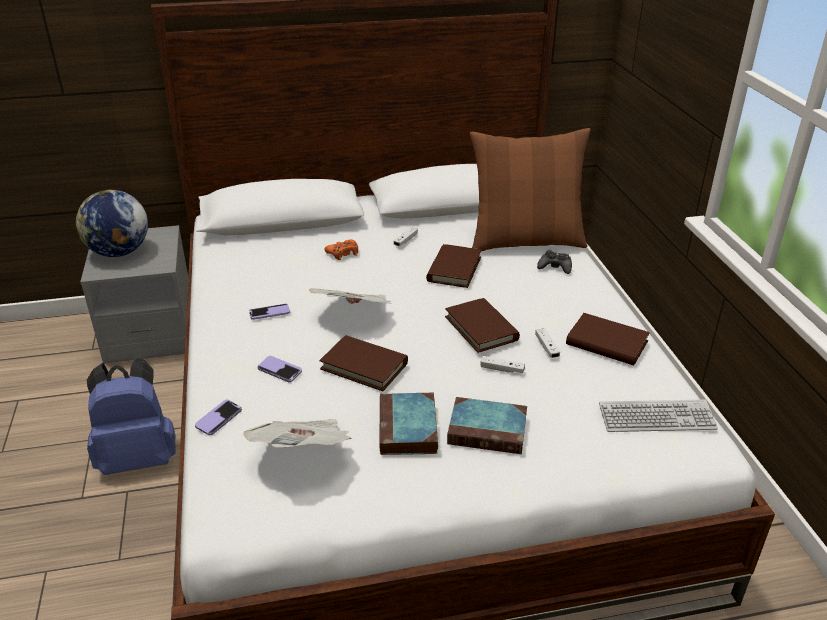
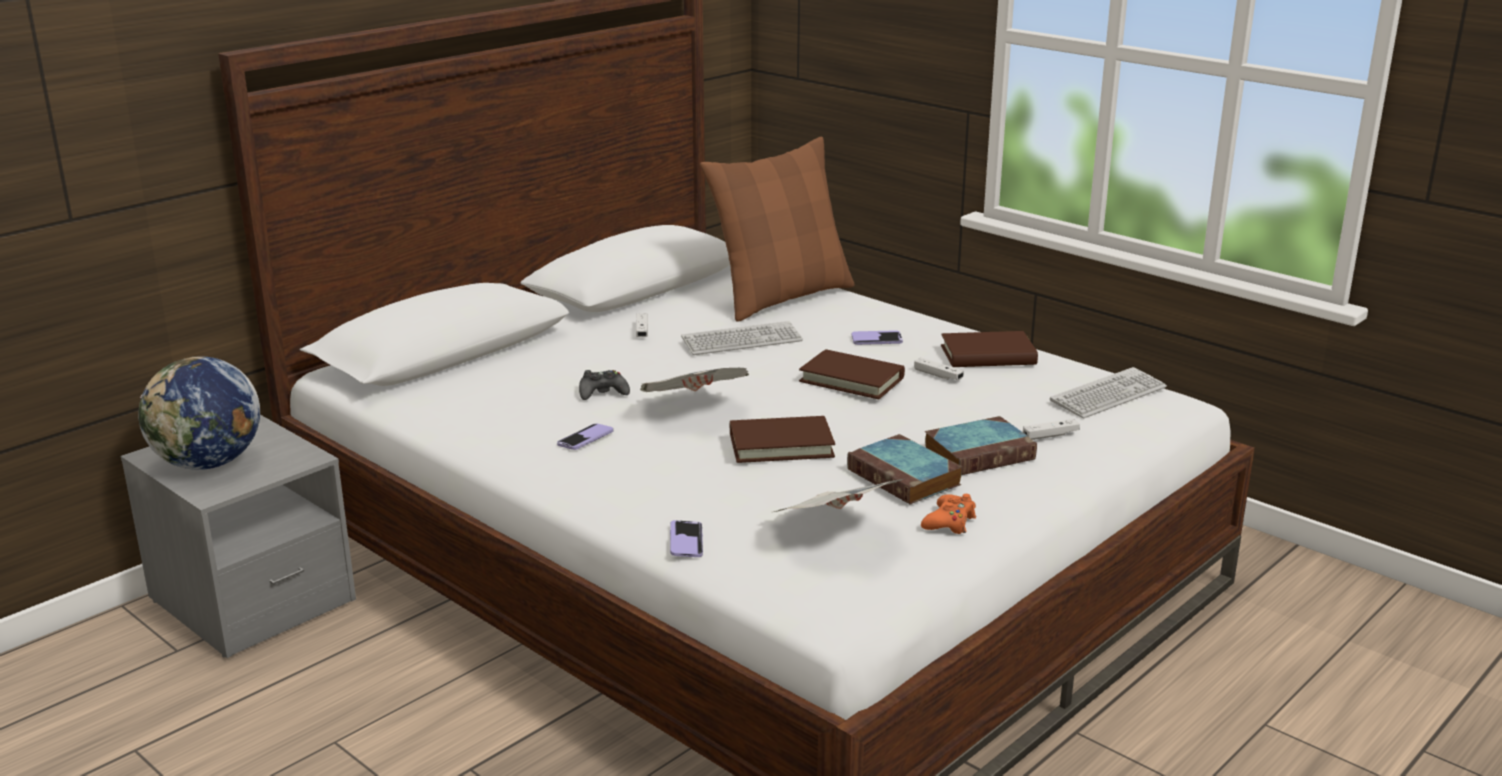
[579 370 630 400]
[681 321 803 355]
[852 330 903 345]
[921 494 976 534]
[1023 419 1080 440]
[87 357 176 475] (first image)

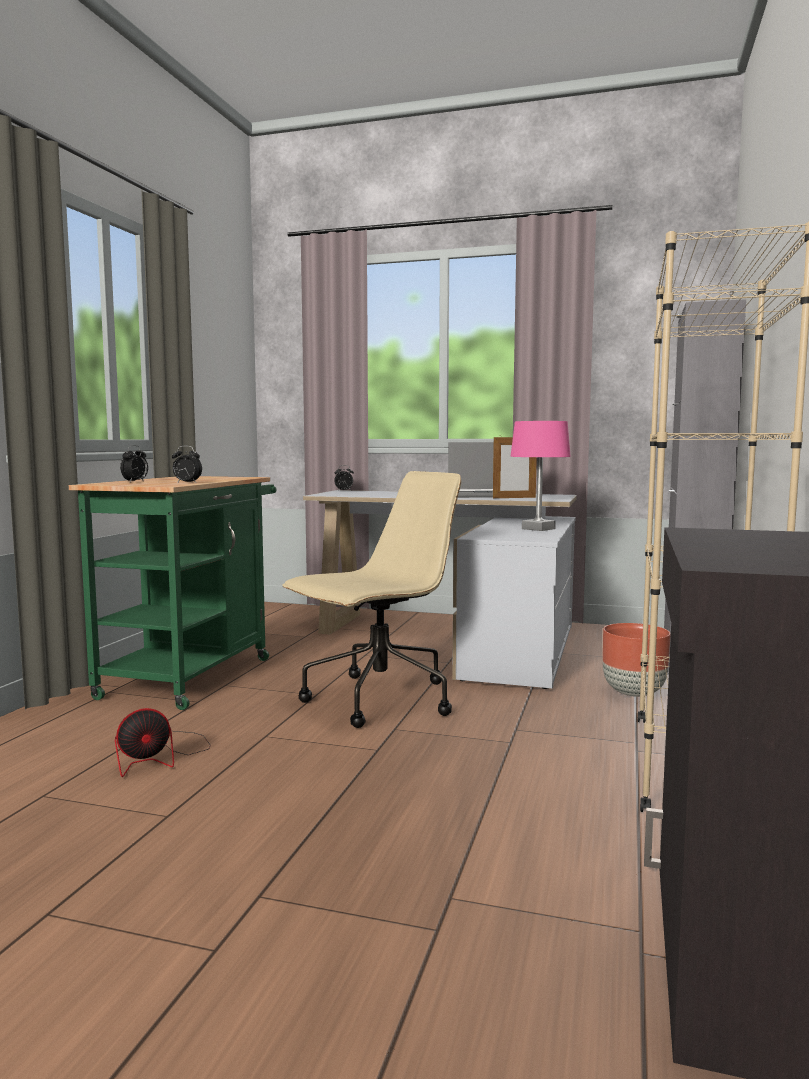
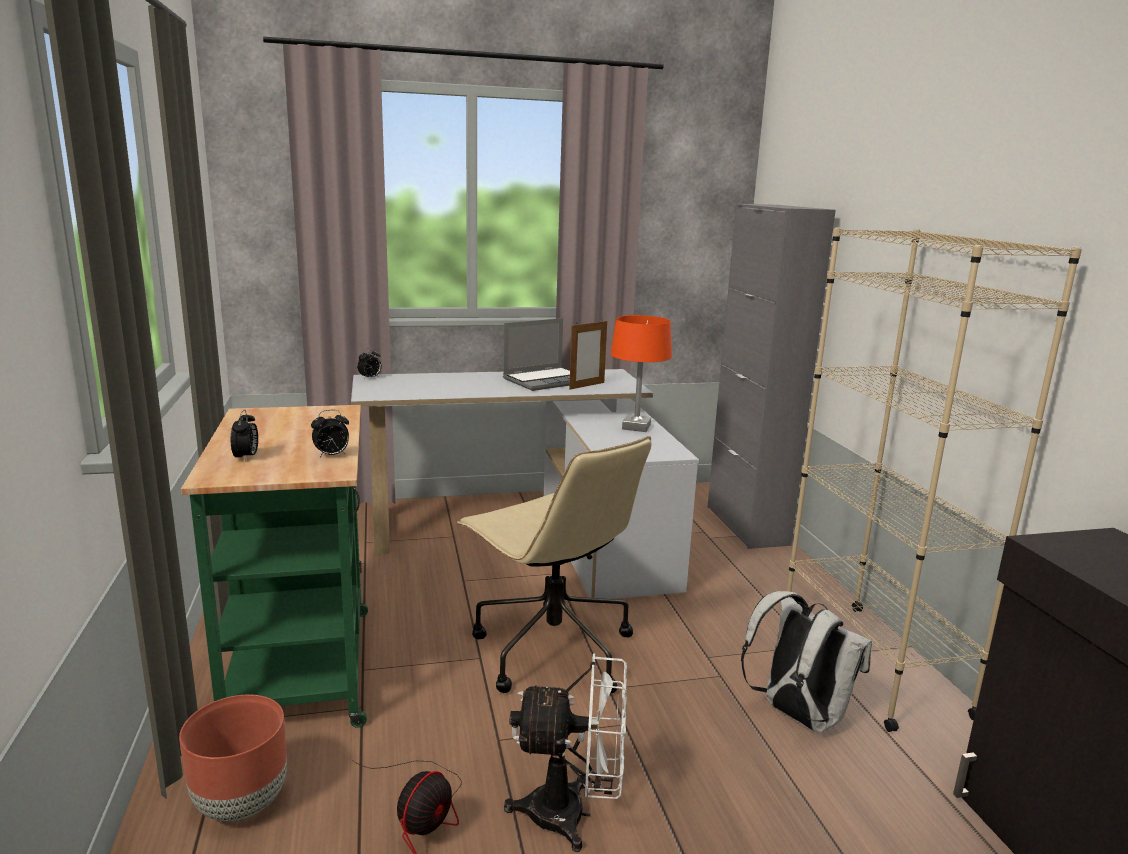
[179 694 287 822]
[457 436 652 693]
[504 653 627 852]
[610 315 672 432]
[741 591 872 733]

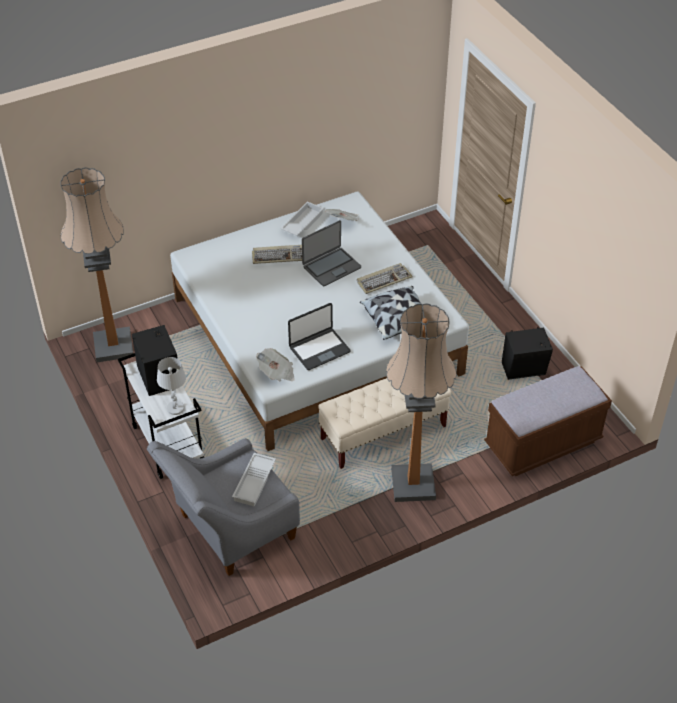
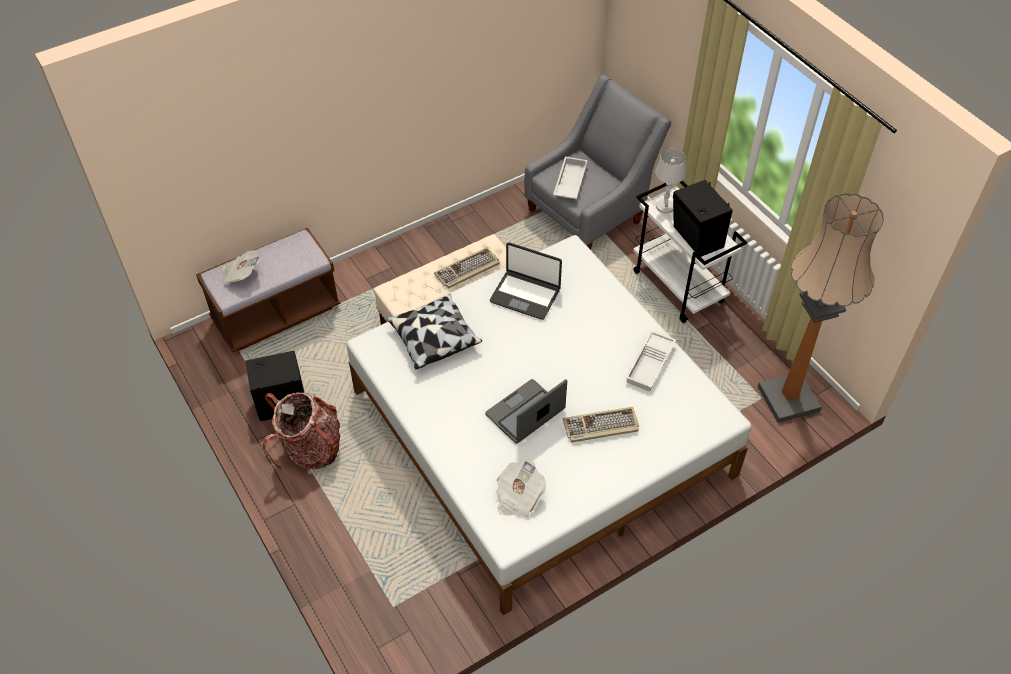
[222 250 260 284]
[263 392 340 470]
[434 247 500 289]
[490 242 562 320]
[625 330 676 392]
[386 303 456 502] (first image)

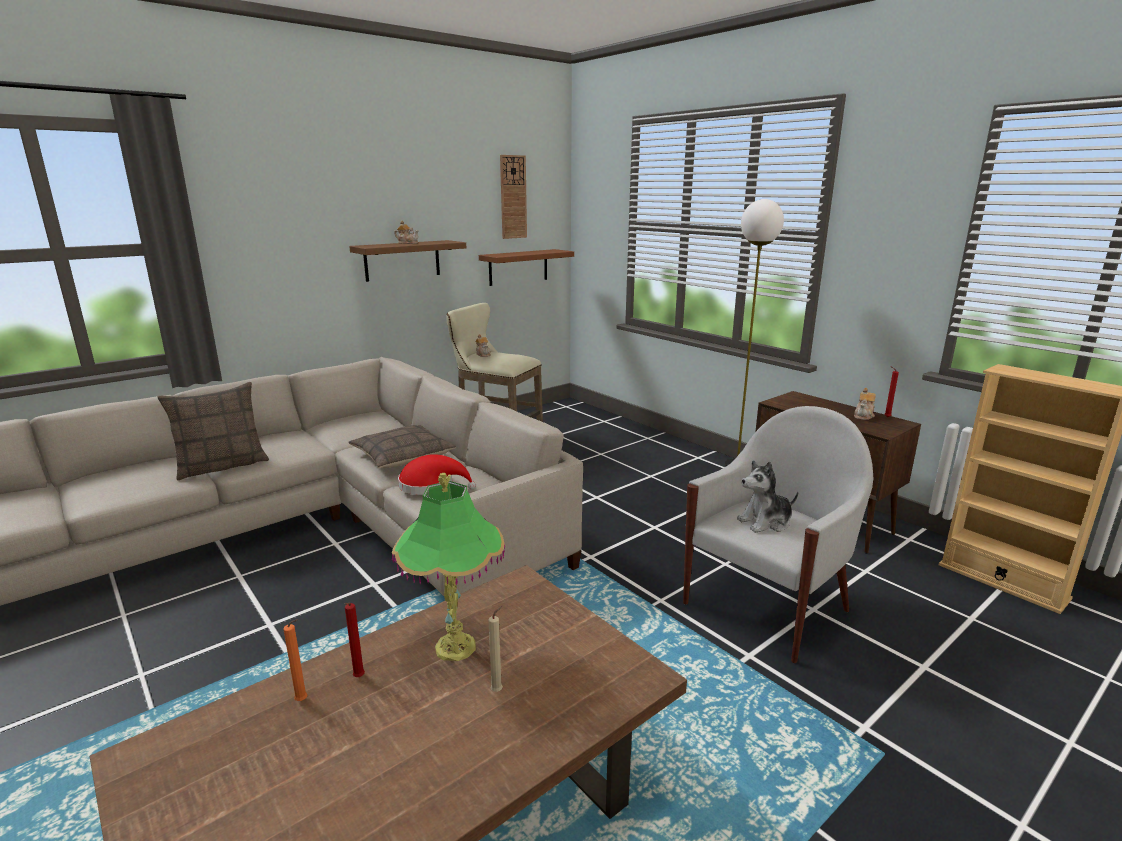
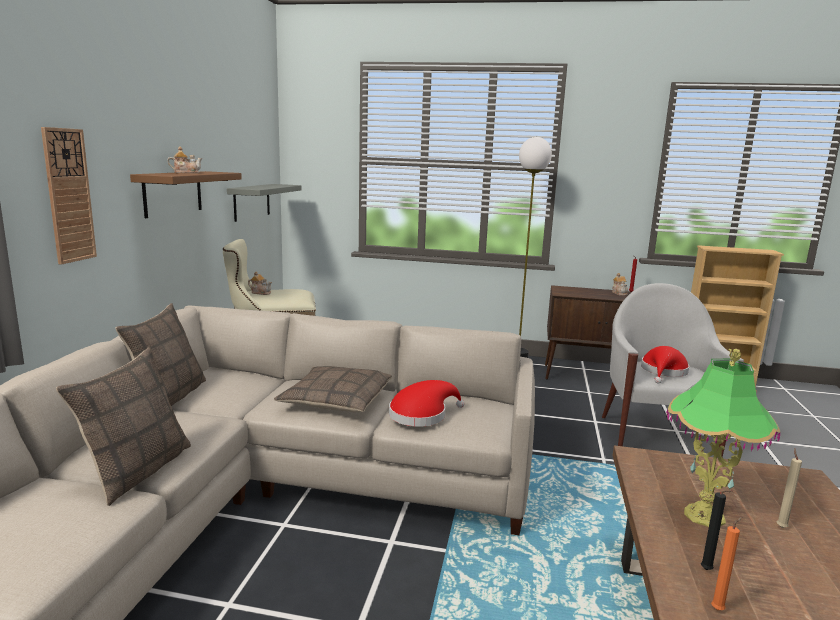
[41 127 97 265]
[115 303 206 406]
[227 184 302 222]
[641 346 689 384]
[701 490 733 570]

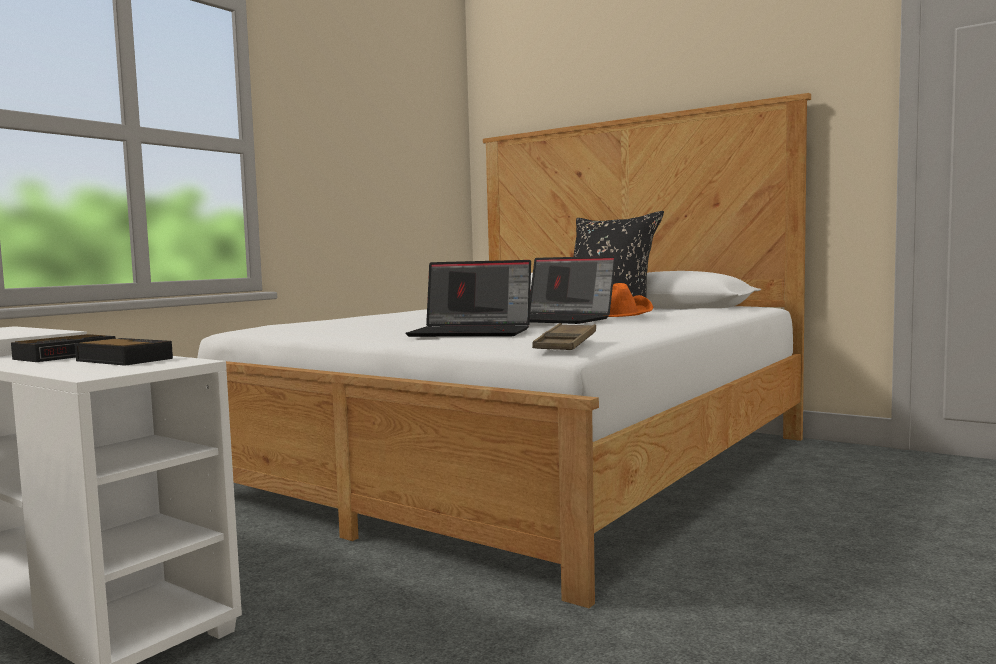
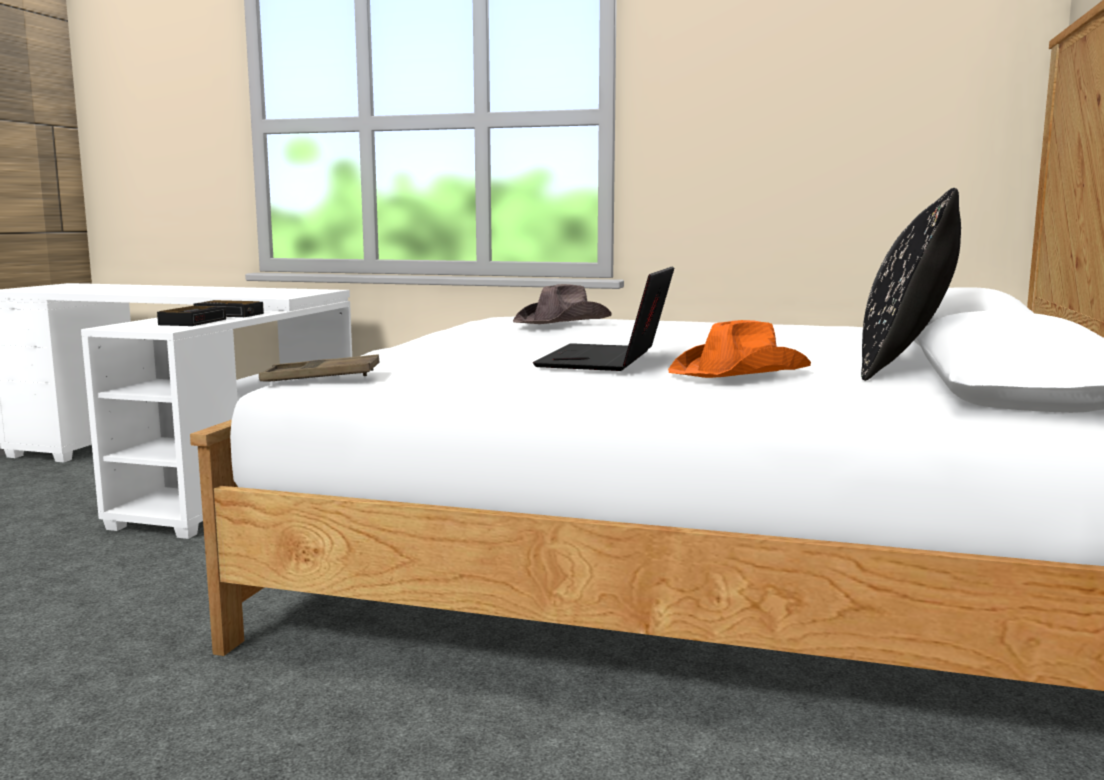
[513 284 611 324]
[405 260 531 337] (first image)

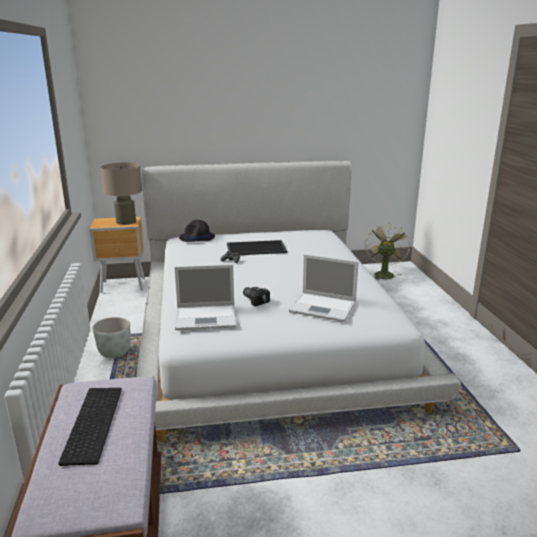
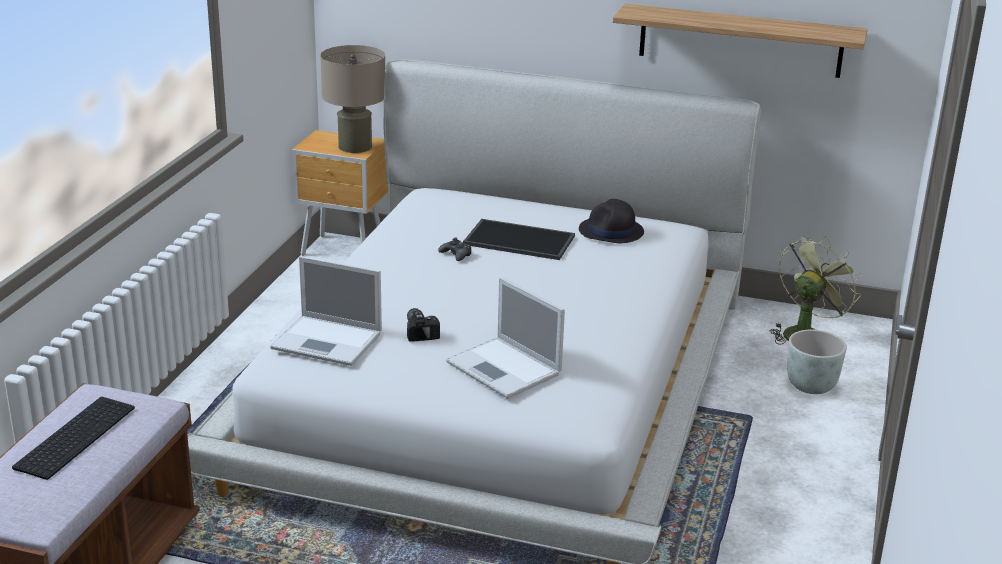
[579 199 644 243]
[613 4 868 78]
[787 329 847 394]

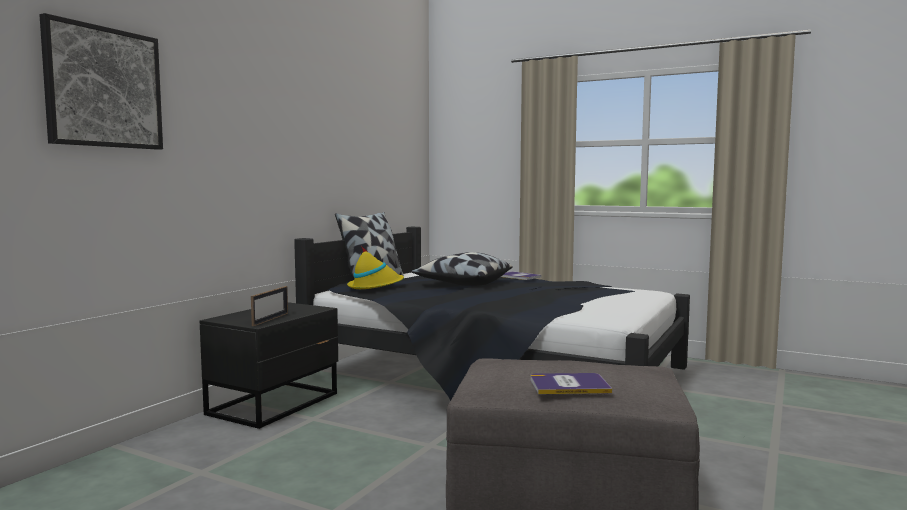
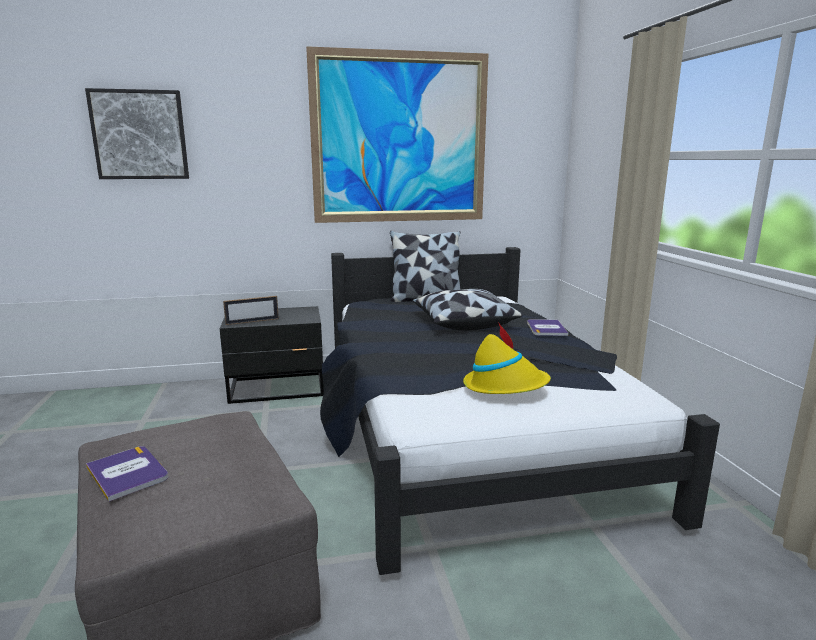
[306 46 489 223]
[463 322 551 394]

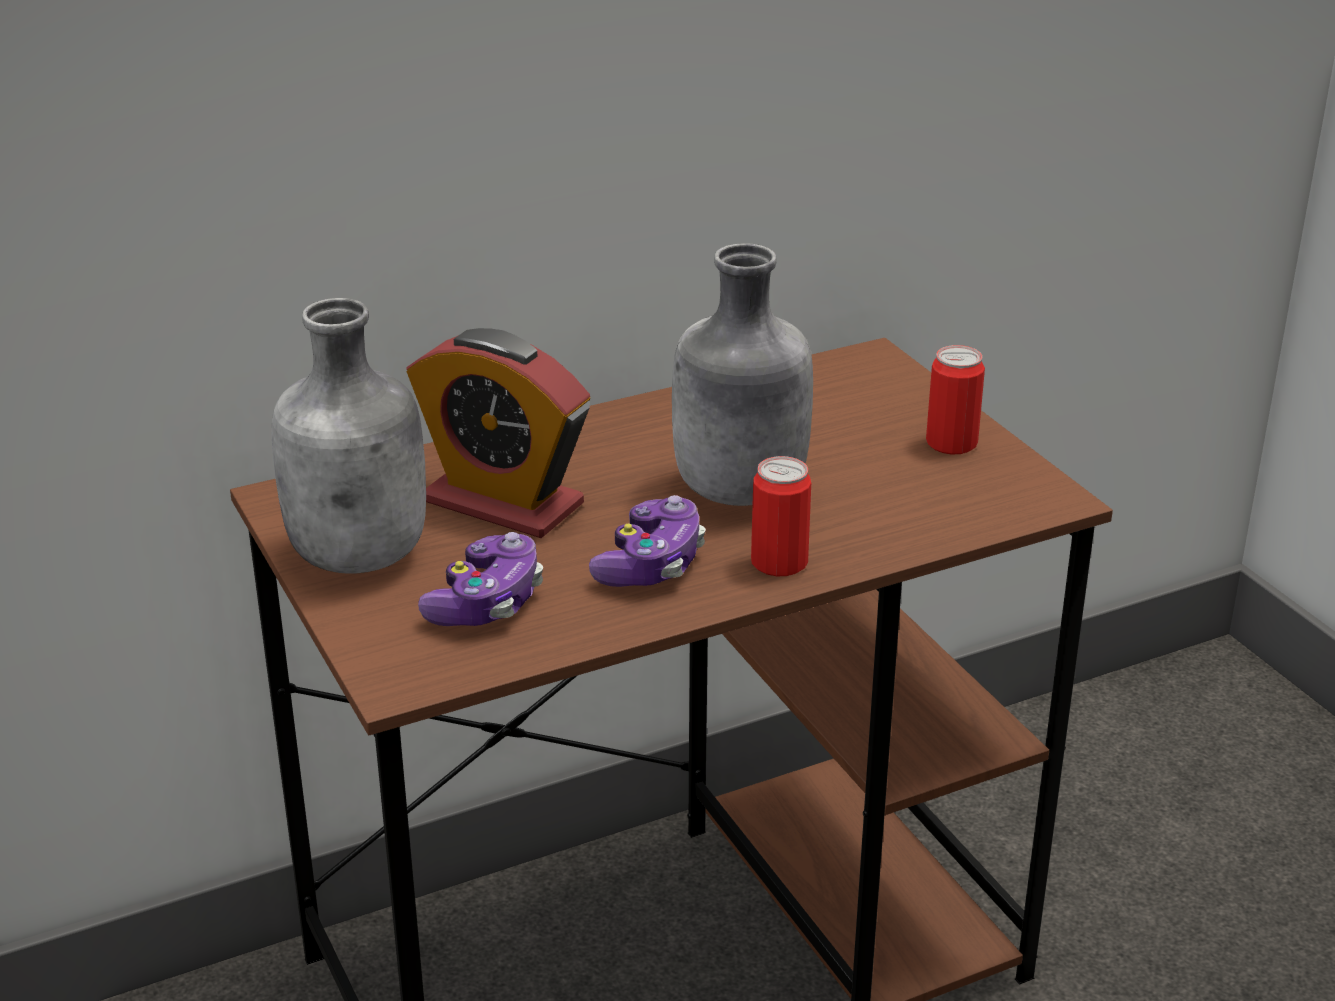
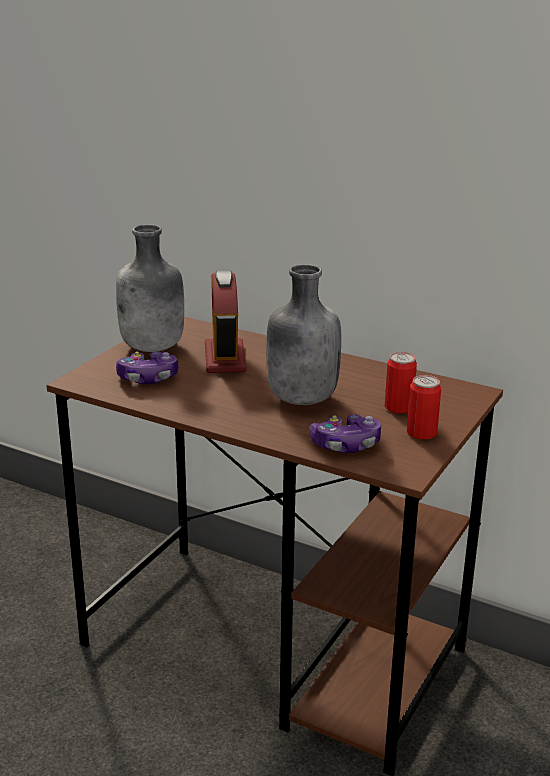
[309 414 381 453]
[385 352 417 414]

